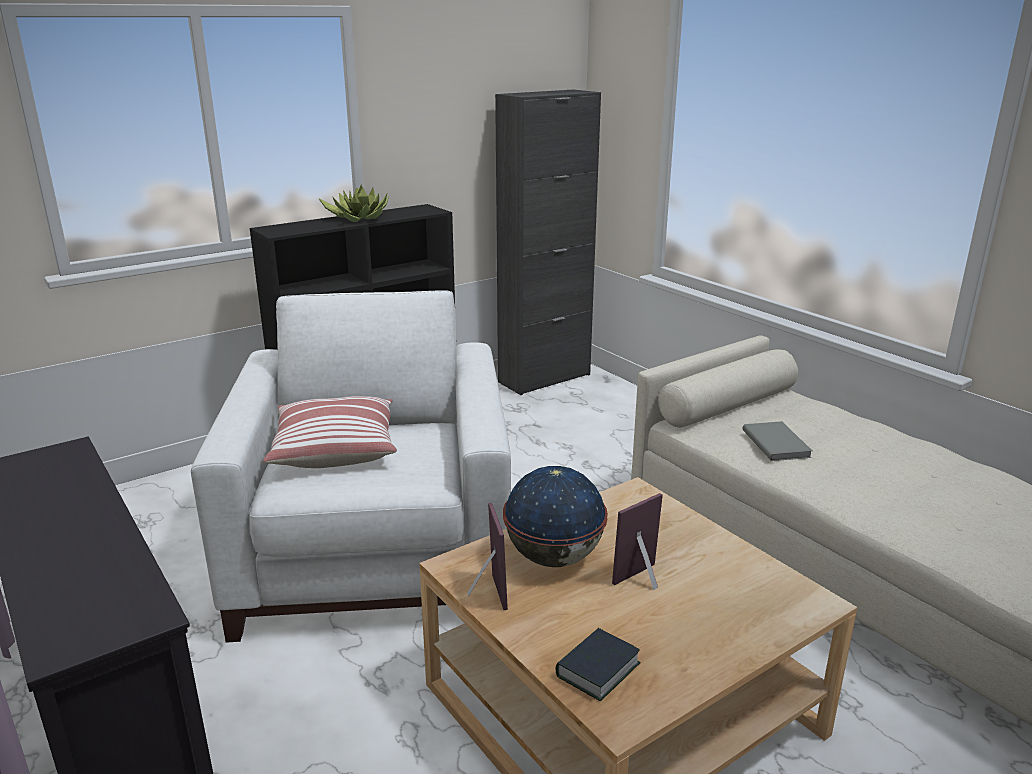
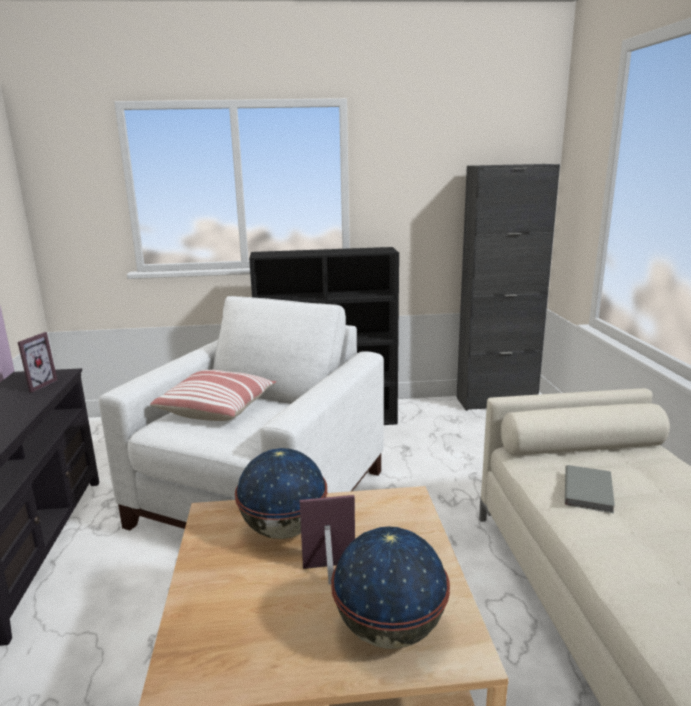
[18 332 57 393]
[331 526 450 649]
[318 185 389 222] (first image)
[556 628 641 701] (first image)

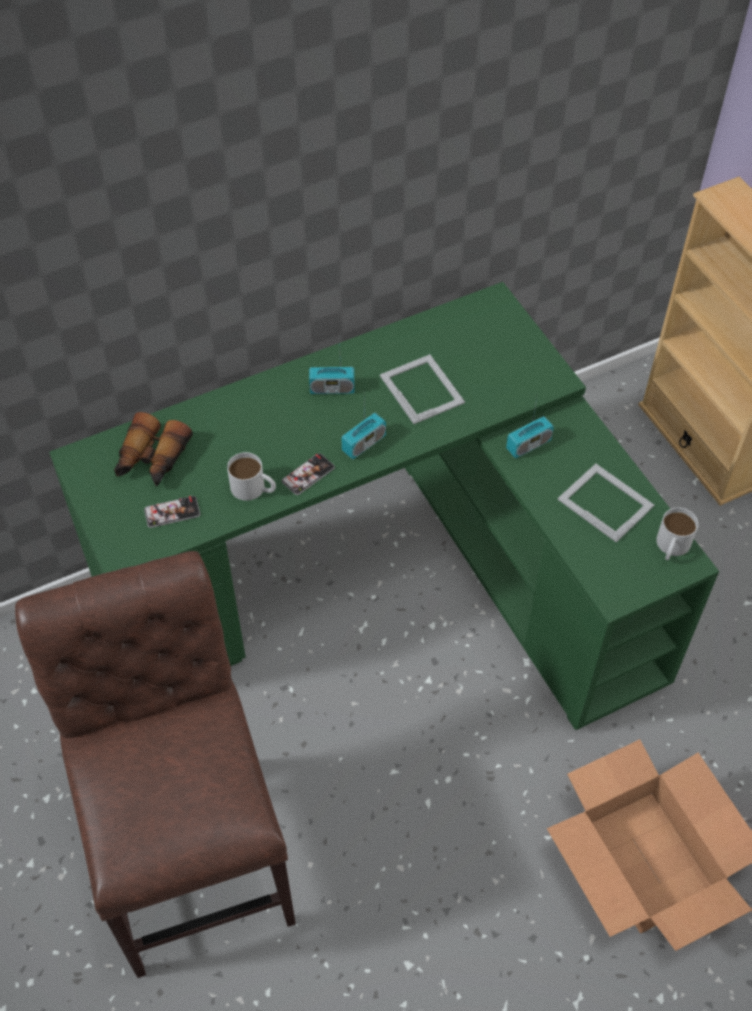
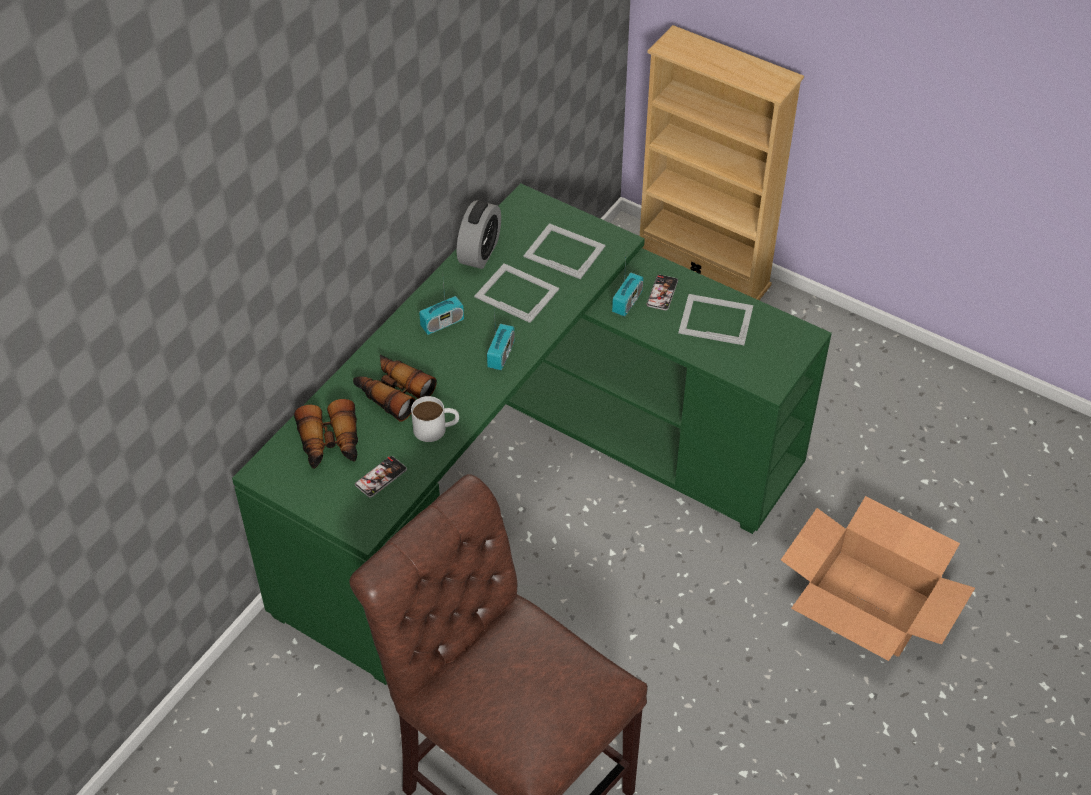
[353 355 437 422]
[457 200 501 269]
[524 223 606 279]
[646 275 678 310]
[656 507 698 560] (first image)

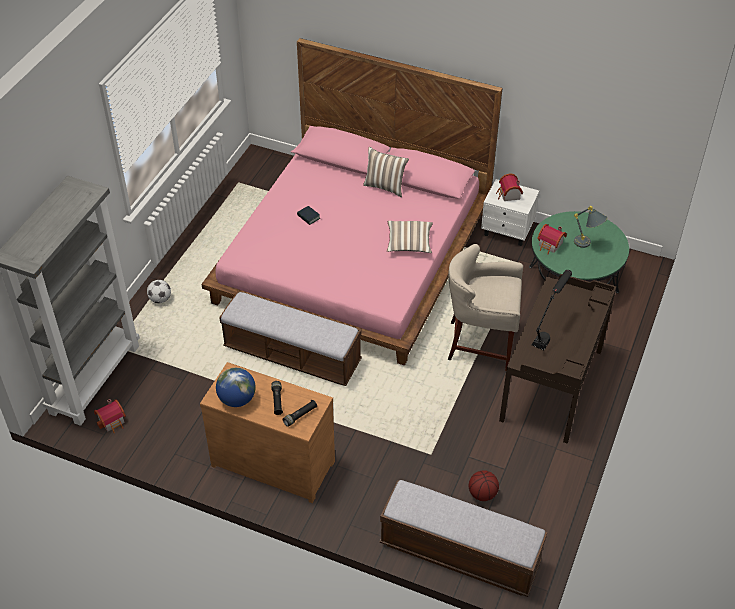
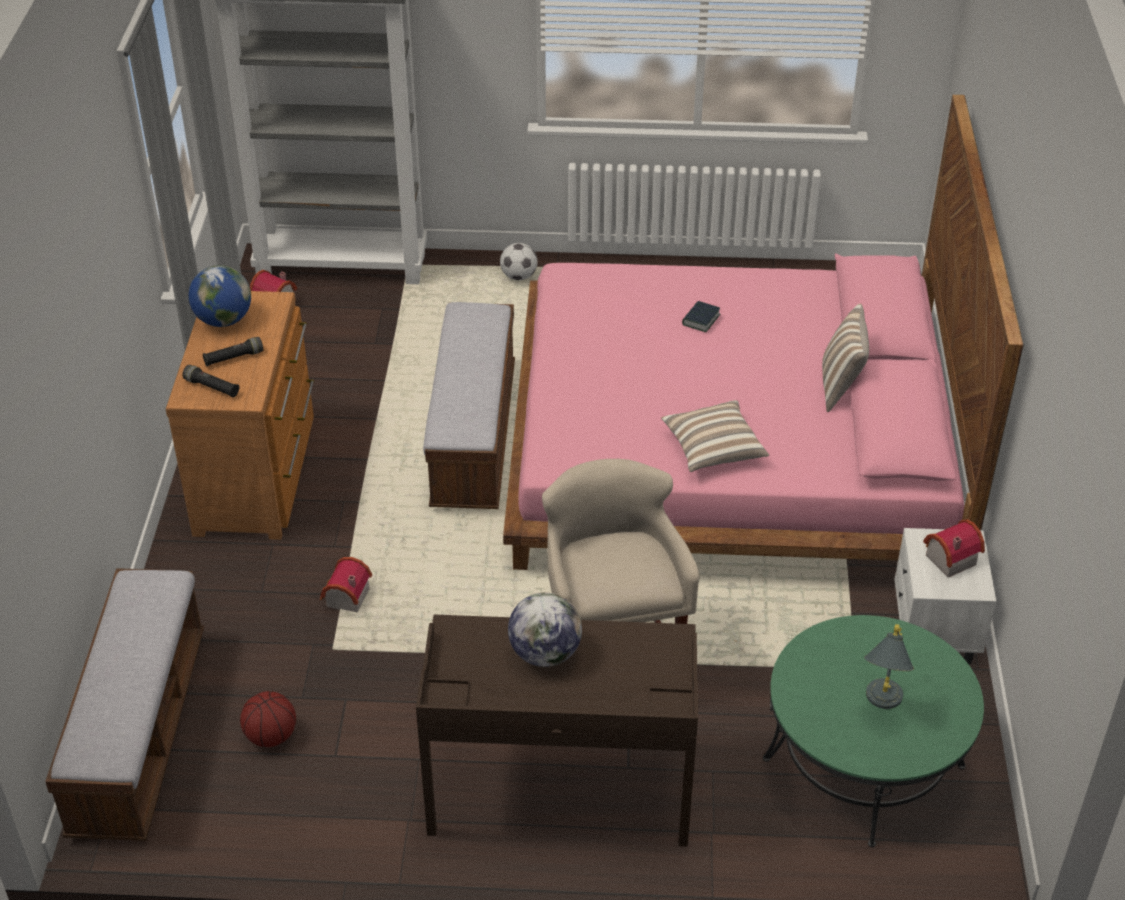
[320 557 372 613]
[508 592 582 667]

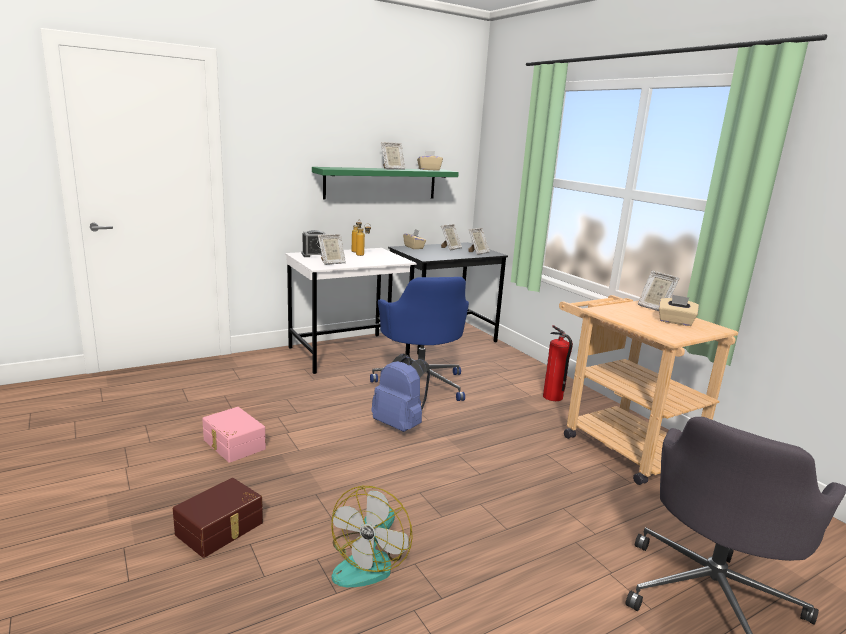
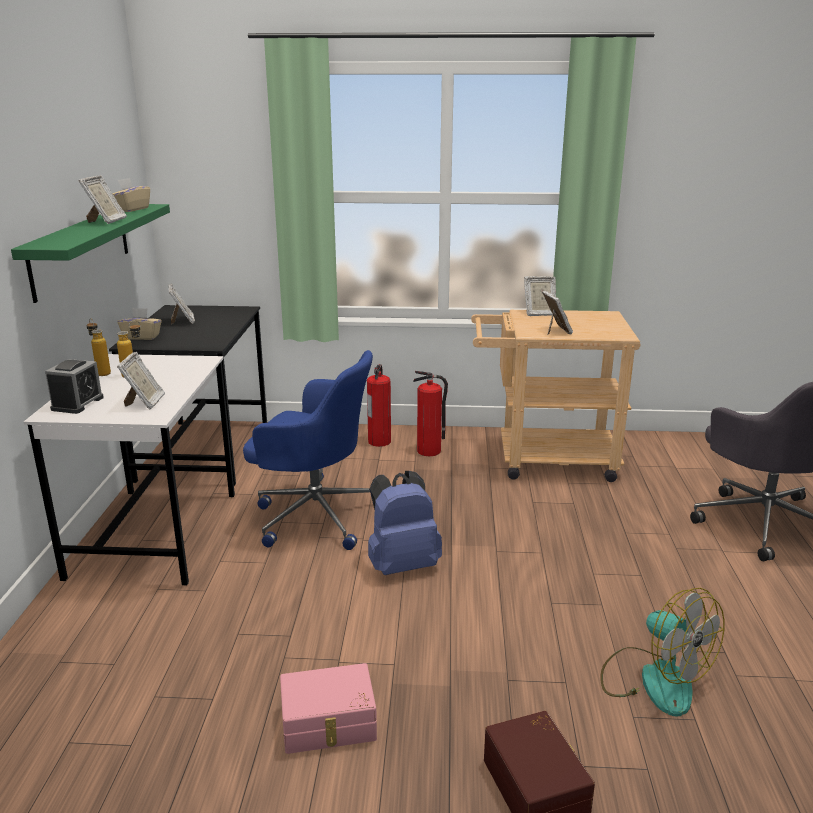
[367 364 391 447]
[542 291 573 334]
[659 295 699 326] (first image)

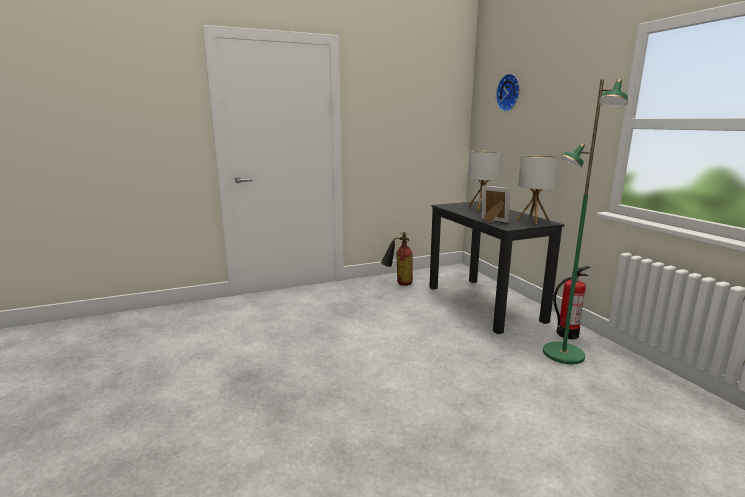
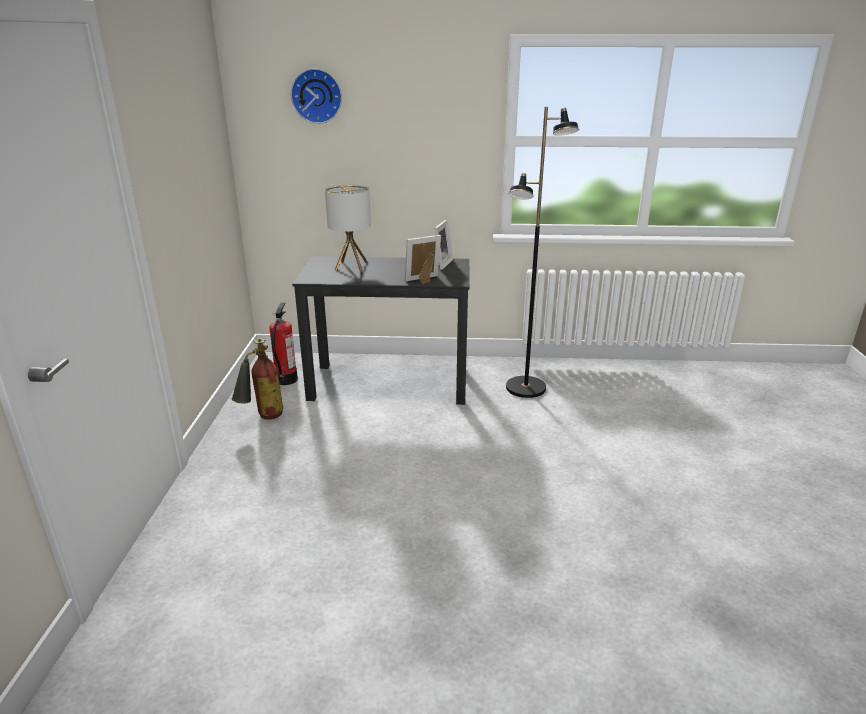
[269 302 298 385]
[434 219 453 270]
[506 107 579 398]

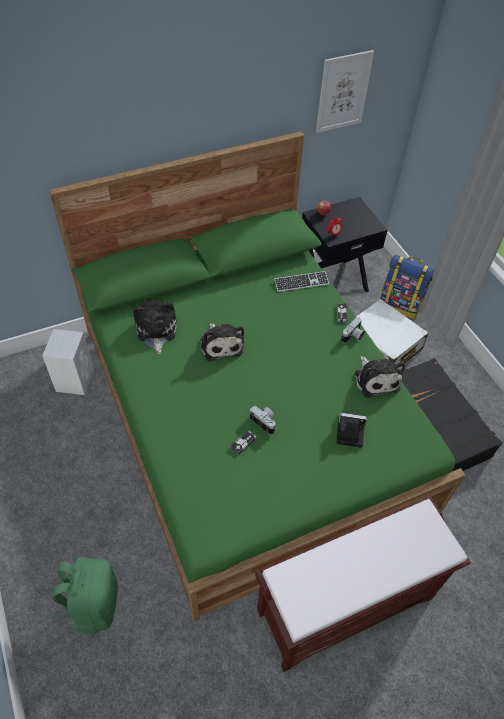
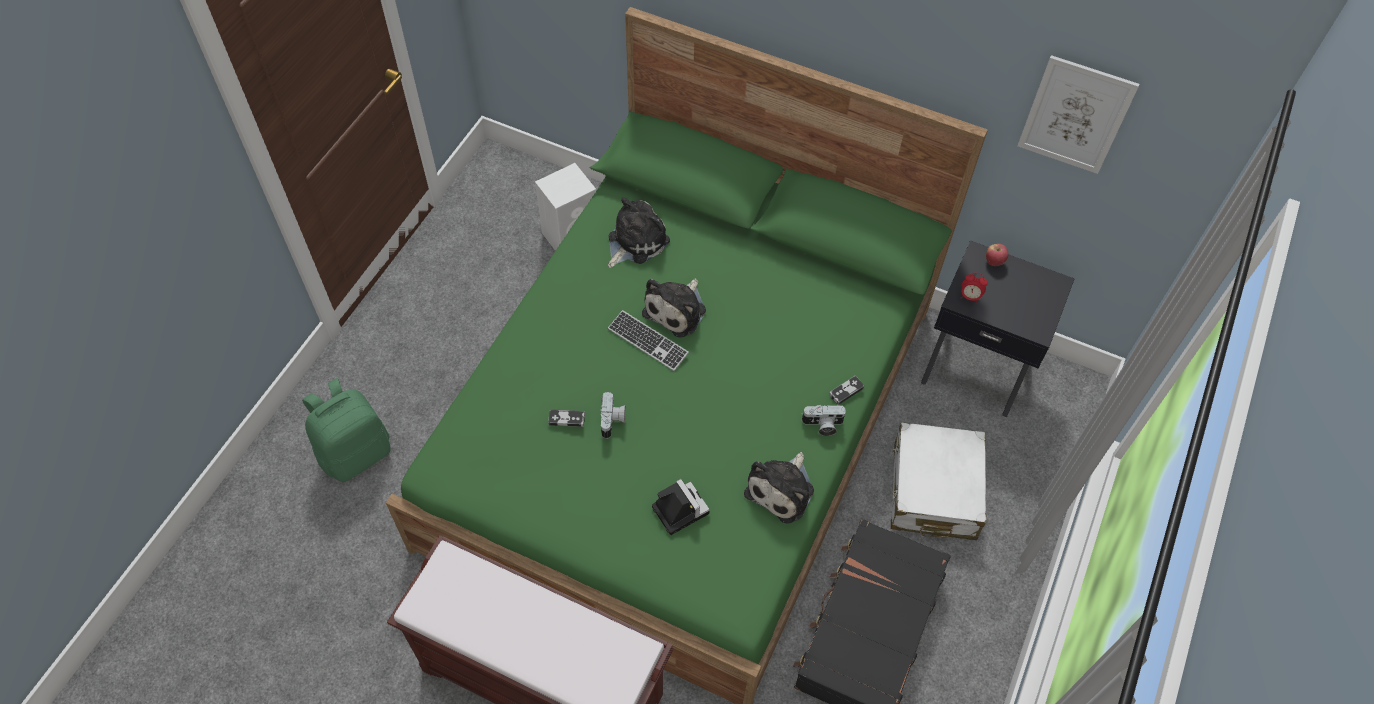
[608 310 689 371]
[380 254 434 319] (first image)

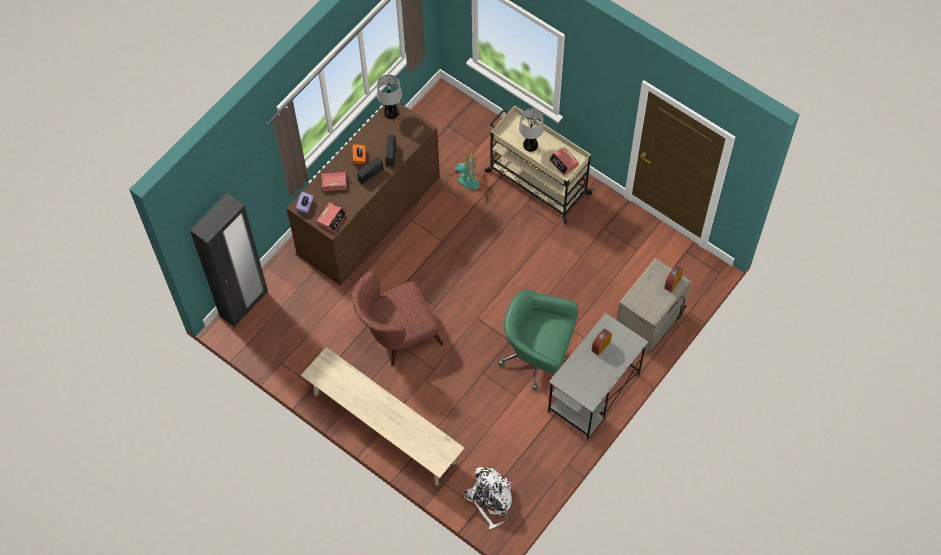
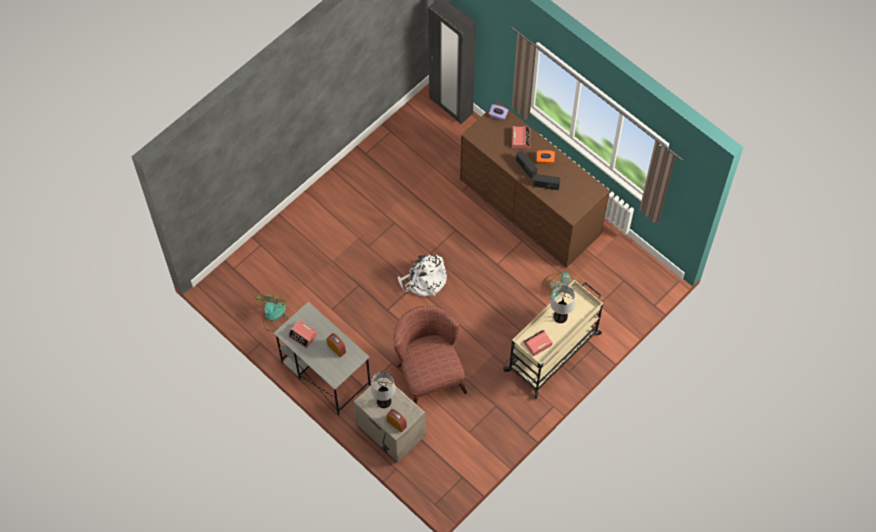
[255 293 288 332]
[288 320 318 348]
[370 371 396 408]
[394 306 467 404]
[397 255 447 297]
[301 347 464 485] (first image)
[499 289 578 390] (first image)

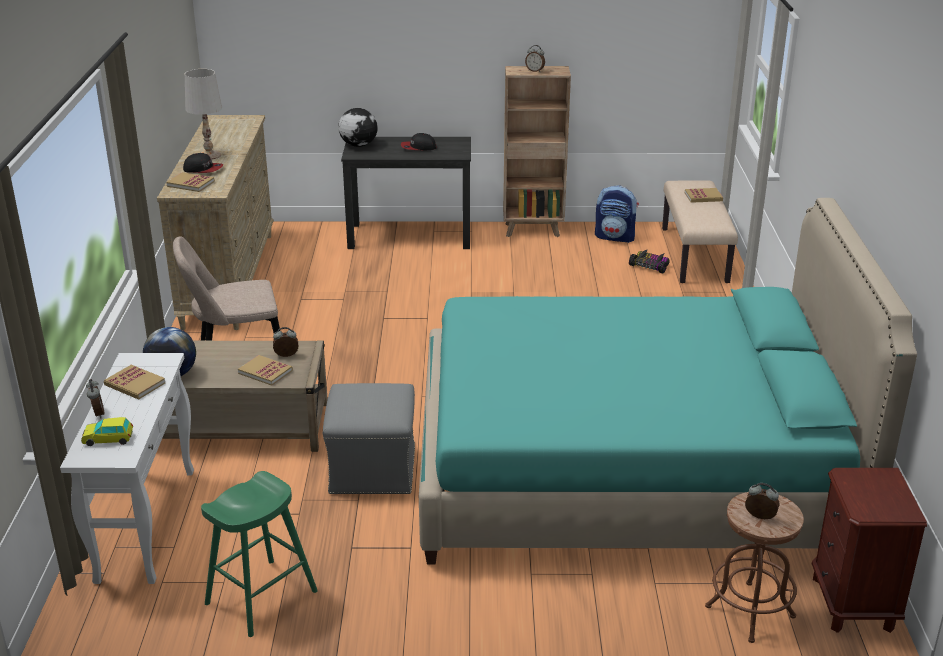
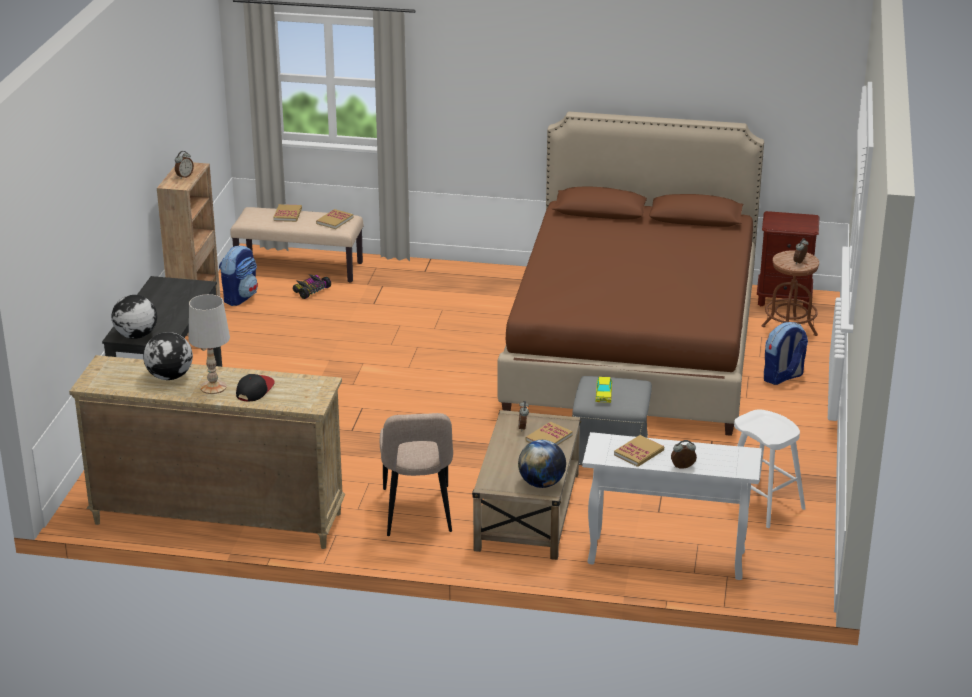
[143 332 193 380]
[316 209 353 229]
[497 112 764 436]
[596 377 612 403]
[734 410 806 528]
[764 322 808 385]
[401 133 437 150] (first image)

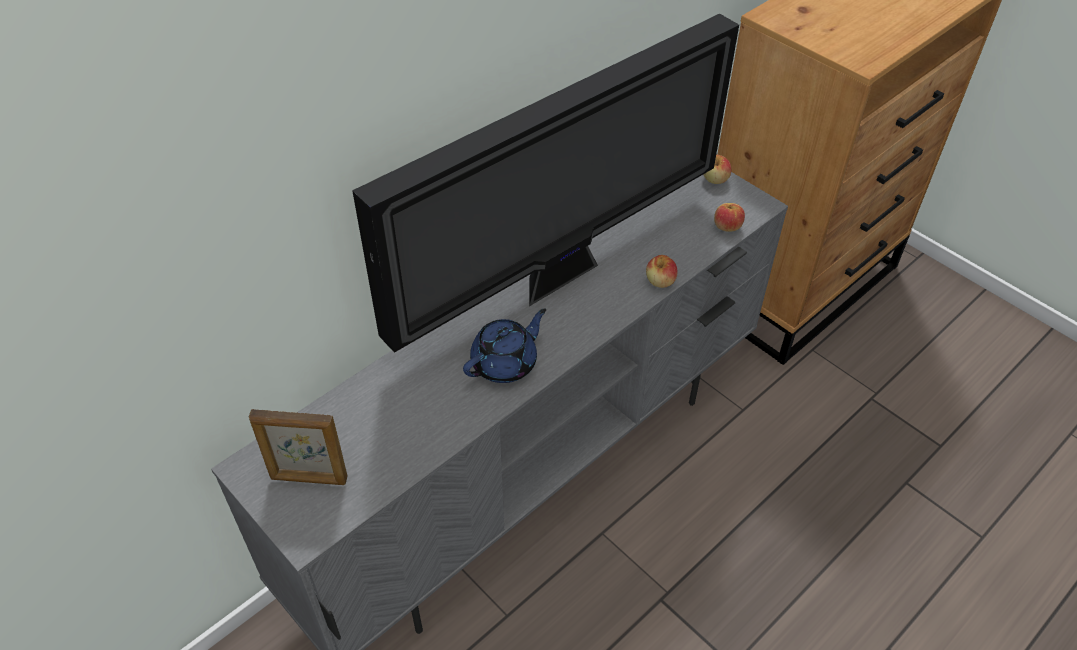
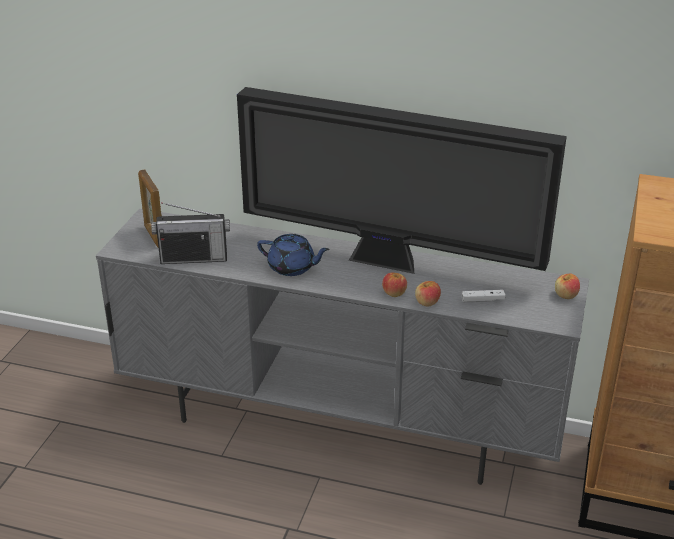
[151 202 230 264]
[382 273 407 297]
[462 290 506 302]

